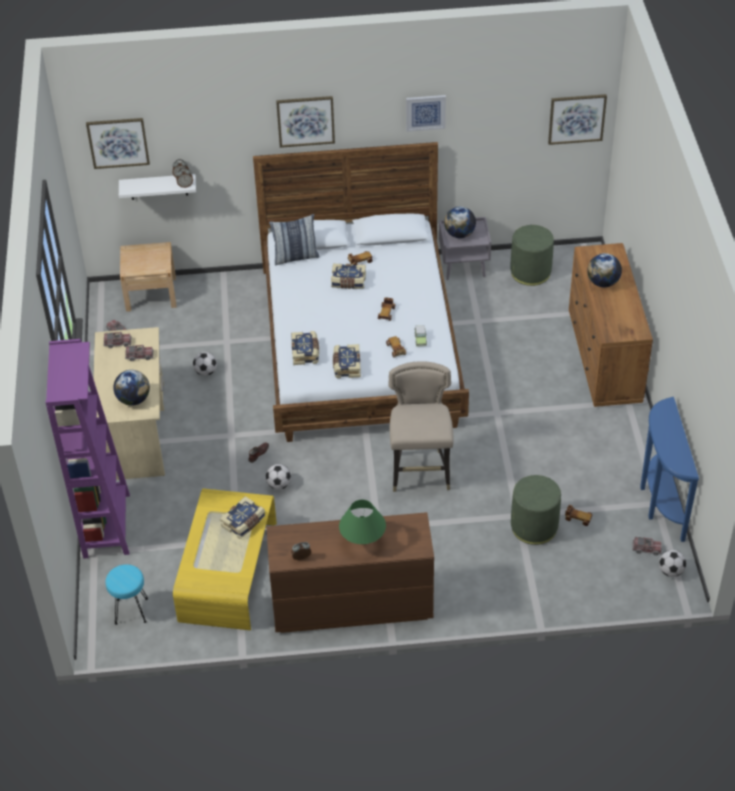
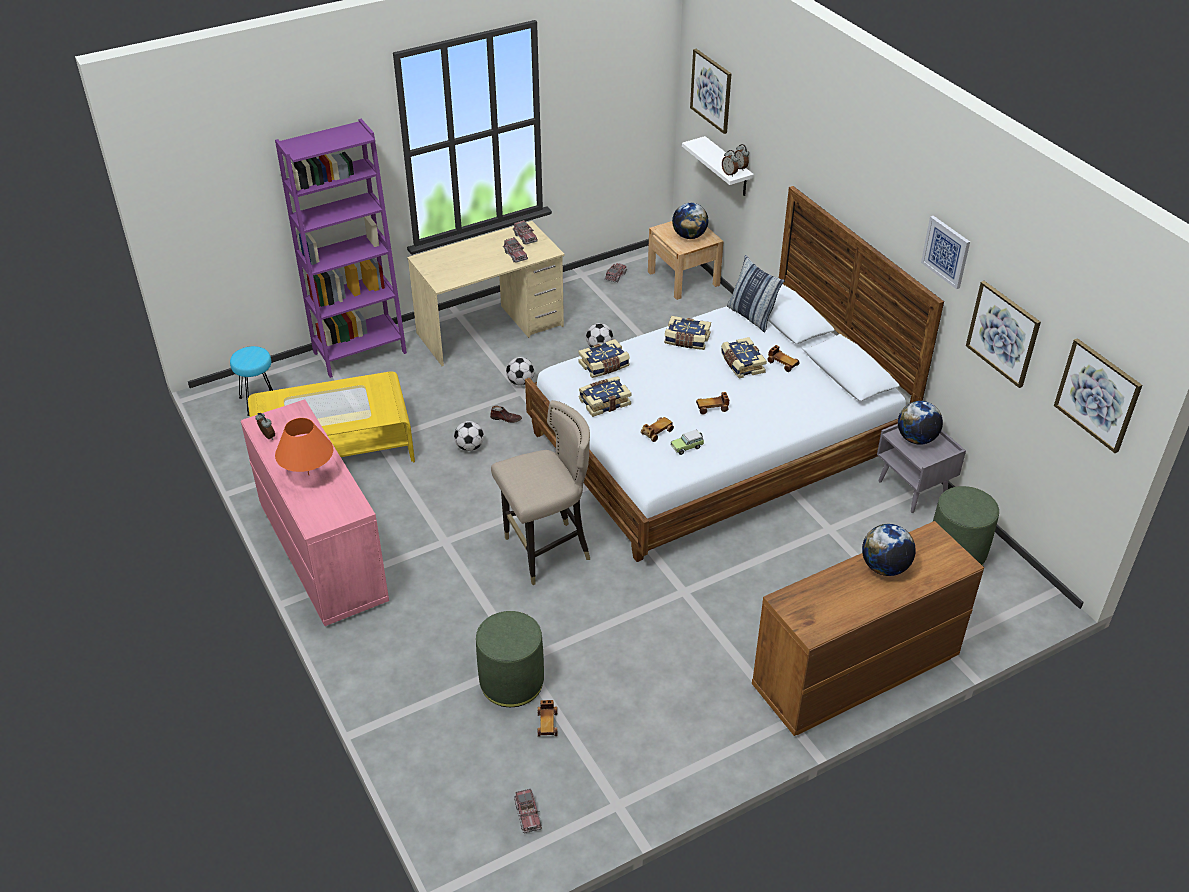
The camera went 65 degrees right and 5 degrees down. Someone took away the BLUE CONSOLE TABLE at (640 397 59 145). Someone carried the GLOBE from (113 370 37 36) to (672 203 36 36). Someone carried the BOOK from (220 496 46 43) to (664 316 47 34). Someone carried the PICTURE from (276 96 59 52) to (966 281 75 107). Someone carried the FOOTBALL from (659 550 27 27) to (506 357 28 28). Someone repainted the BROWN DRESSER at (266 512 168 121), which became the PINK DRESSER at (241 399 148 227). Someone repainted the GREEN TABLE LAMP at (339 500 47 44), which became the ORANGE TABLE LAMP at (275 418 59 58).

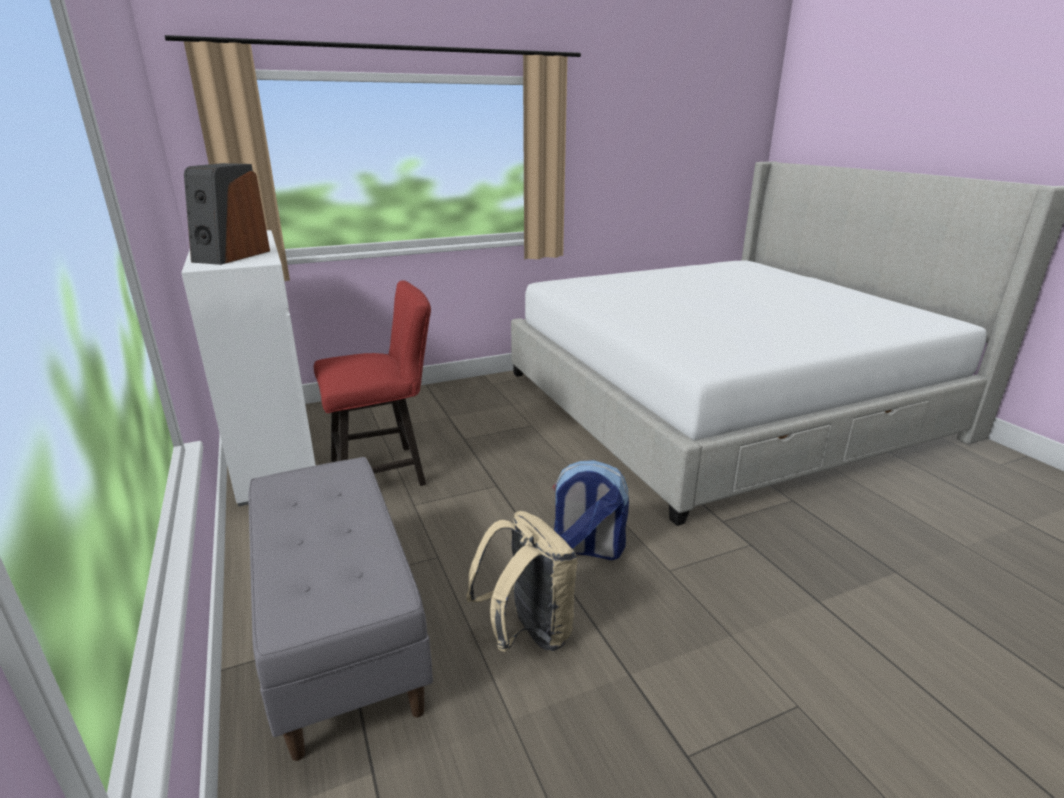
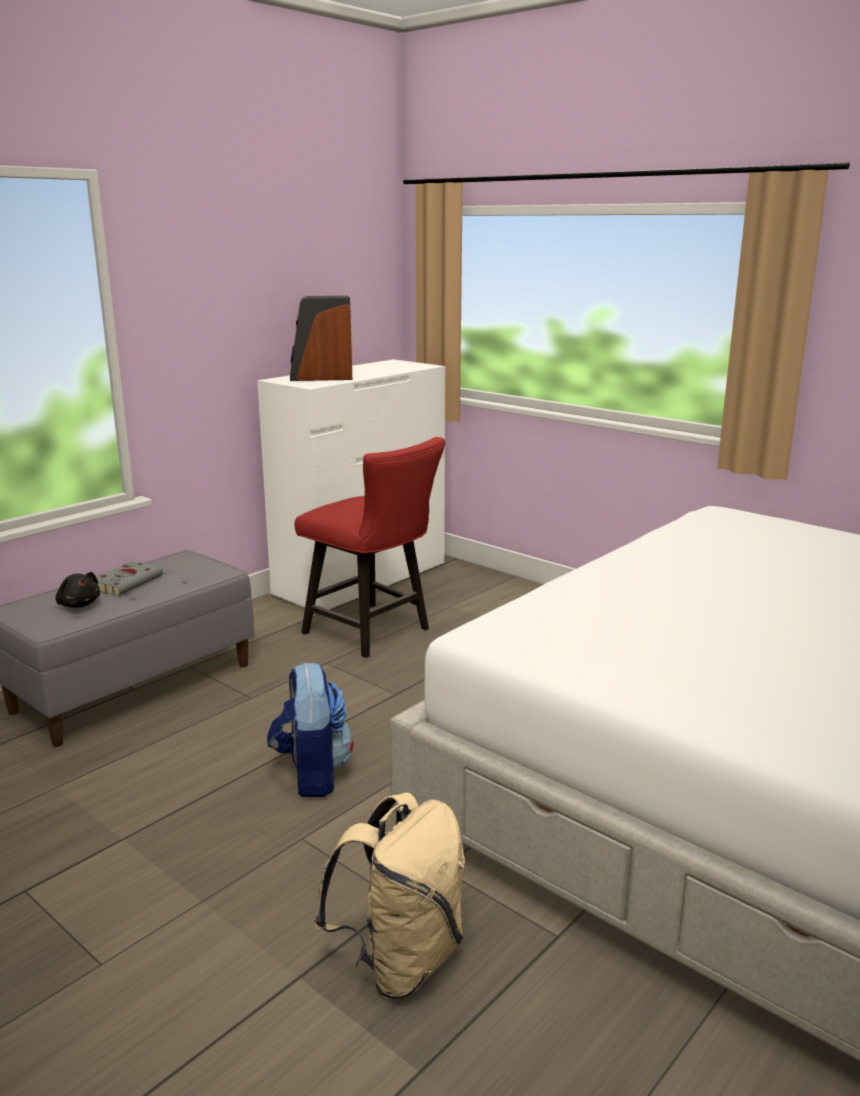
The camera went 65 degrees right and 5 degrees down. Someone put down the BLACK PLUSH TOY at (55 572 45 36). Someone put down the GREY BOOK at (96 561 67 35). Someone carried the BEIGE BACKPACK from (466 511 112 141) to (314 792 151 207).

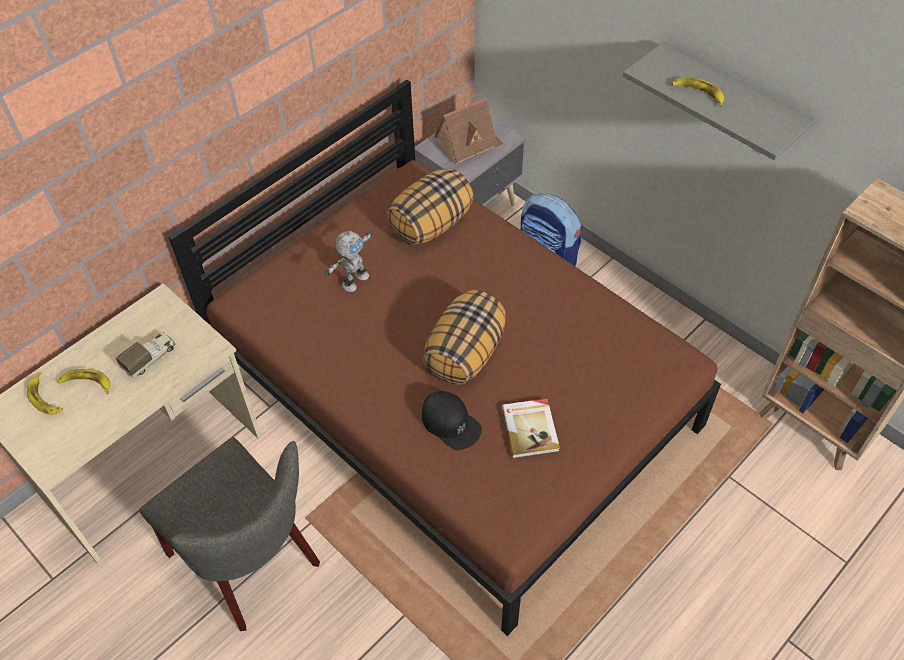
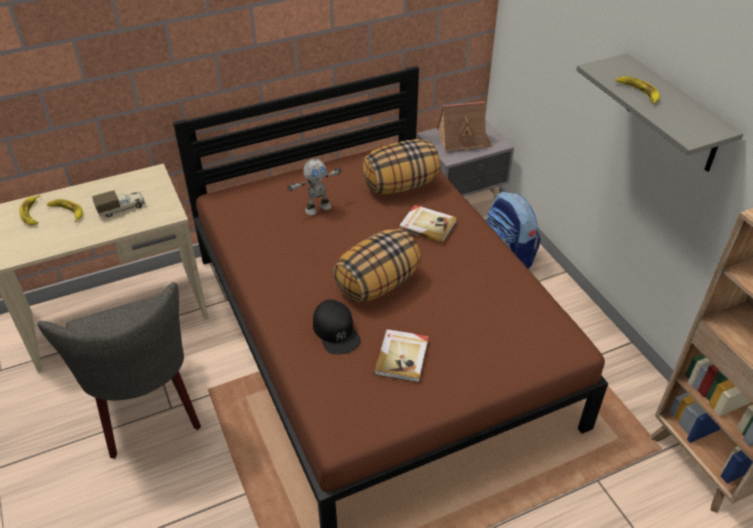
The camera went 20 degrees right and 10 degrees down. Someone put down the BOOK at (399 205 58 38).

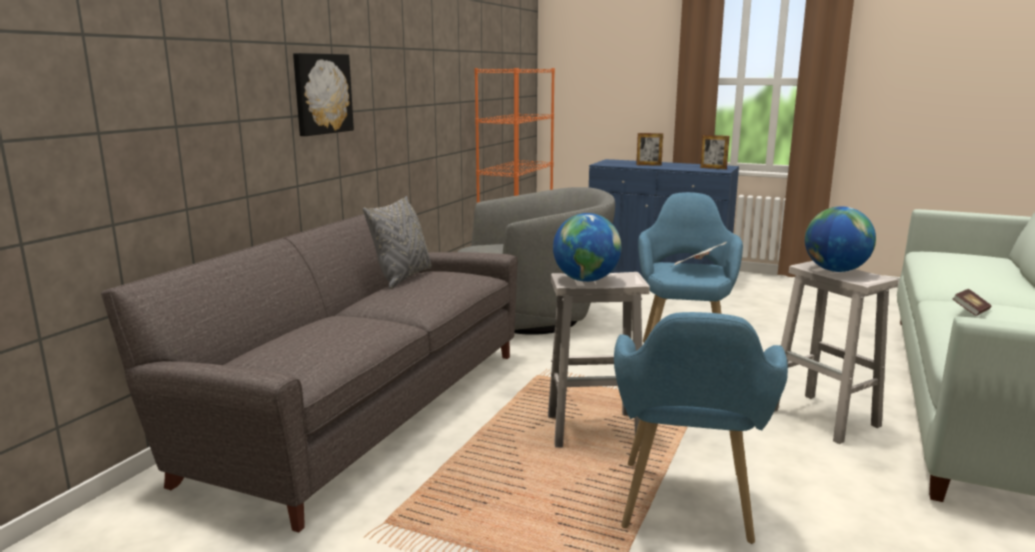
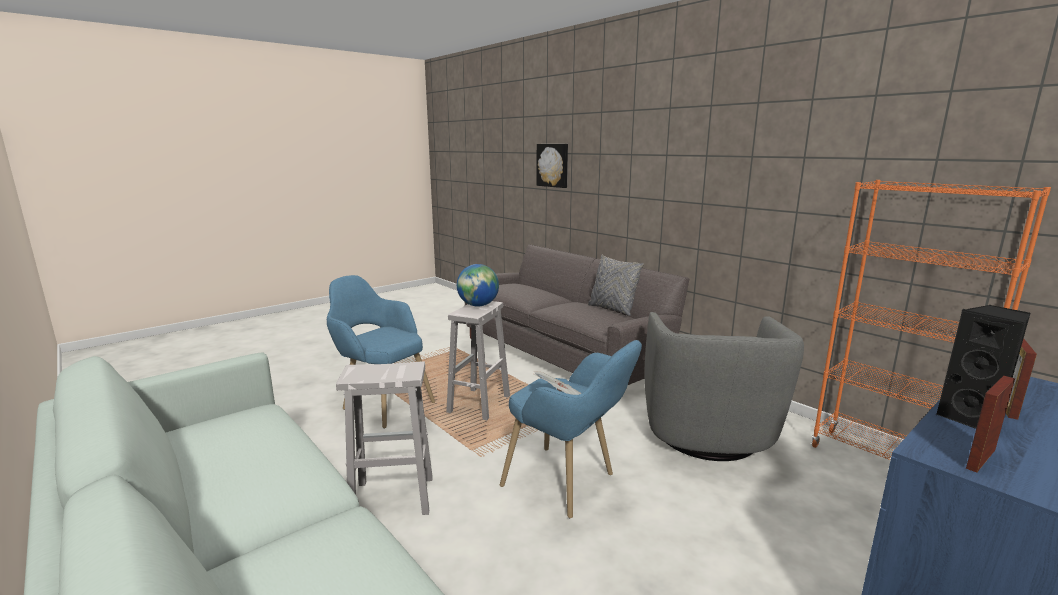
The camera went 115 degrees right and 0 degrees up. Someone took away the GLOBE at (805 206 71 66). Someone took away the BOOK at (952 289 39 27). Someone put down the BLACK SPEAKER at (936 305 94 124). Someone carried the PICTURE from (293 53 61 83) to (536 144 32 44).

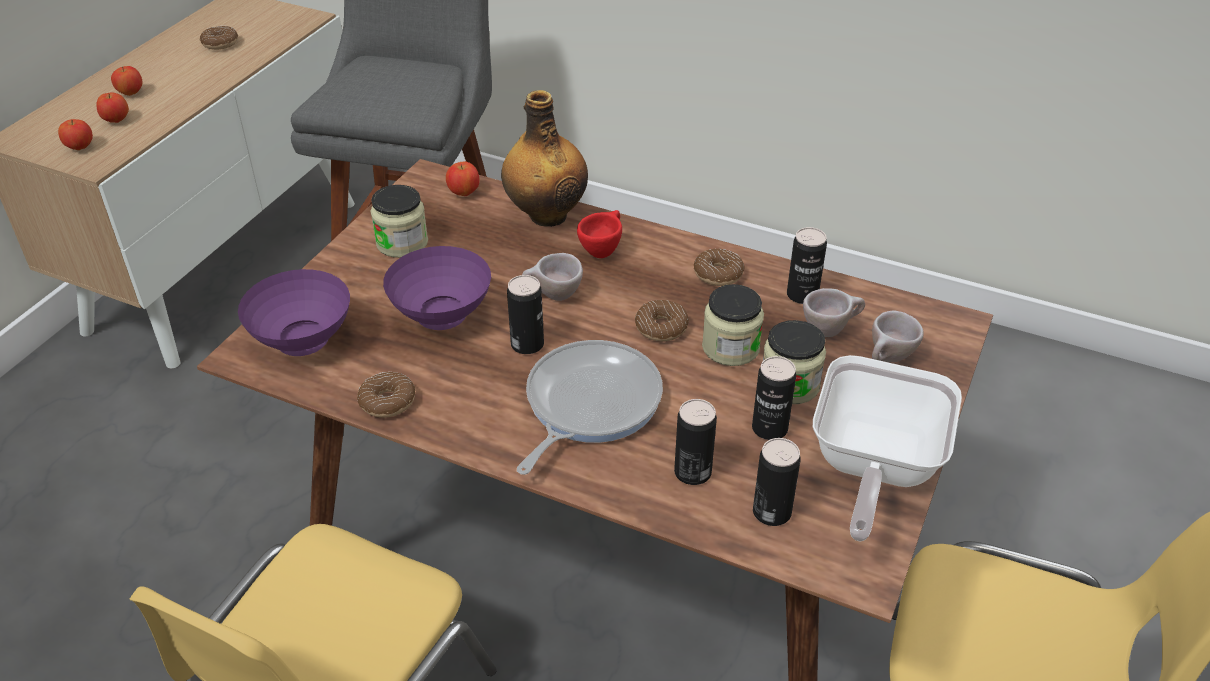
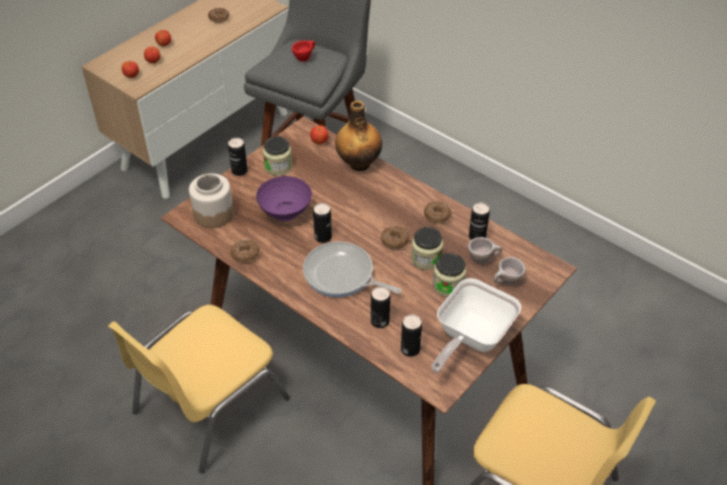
The camera went 15 degrees right and 5 degrees up. Someone took away the BEIGE CUP at (522 253 61 48). Someone carried the RED CUP from (577 210 45 48) to (292 40 23 22). Someone carried the CAN from (752 356 44 84) to (228 138 20 38). Someone swapped the PURPLE BOWL at (238 269 112 87) for the JAR at (189 173 45 55). Someone rotated the FRYING PAN at (517 340 146 135) by 105 degrees counterclockwise.

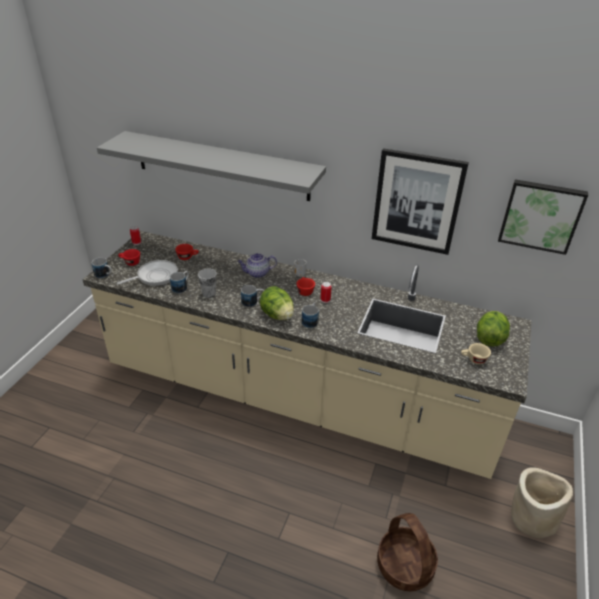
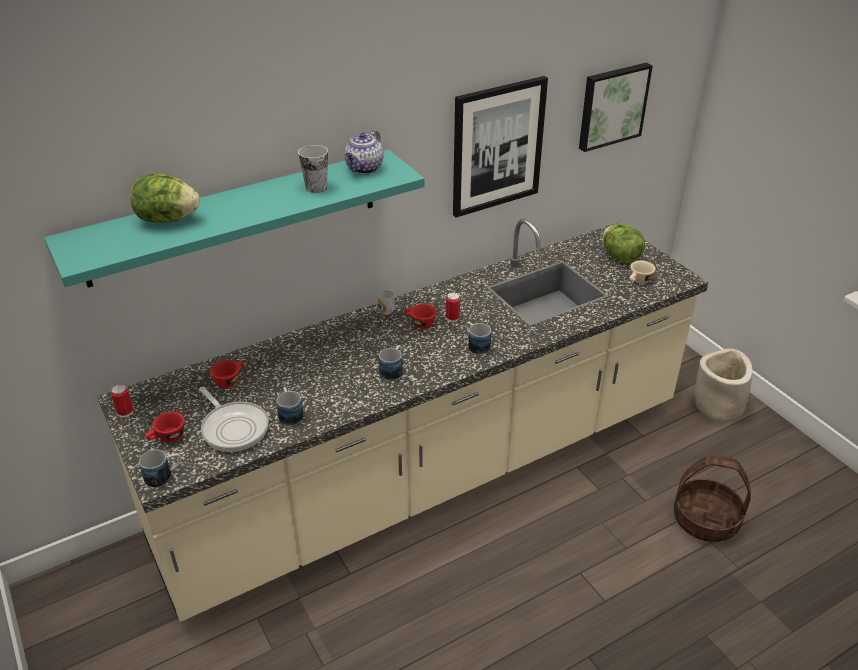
The camera went 50 degrees left and 0 degrees up. Someone carried the CUP from (198 268 19 30) to (298 145 30 48). Someone carried the TEAPOT from (238 253 39 25) to (344 130 40 44). Someone carried the LETTUCE from (260 286 34 34) to (130 174 70 49). Someone repainted the GREY SHELF at (97 131 229 70), which became the TURQUOISE SHELF at (44 150 381 138). Someone rotated the FRYING PAN at (117 260 61 26) by 135 degrees clockwise.

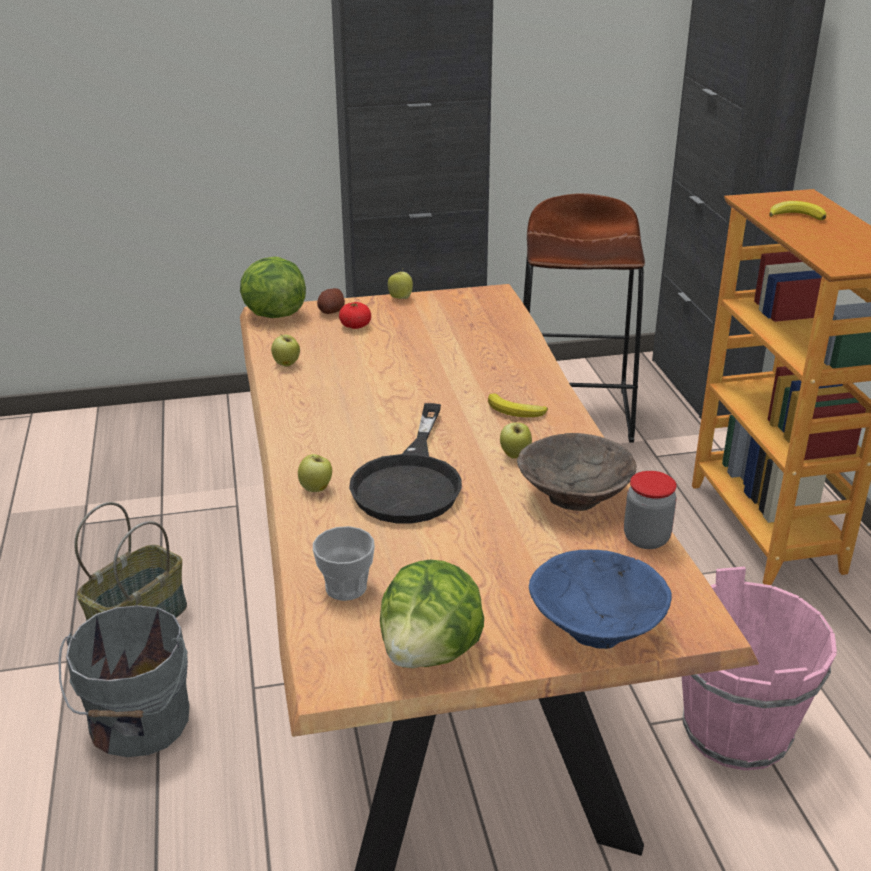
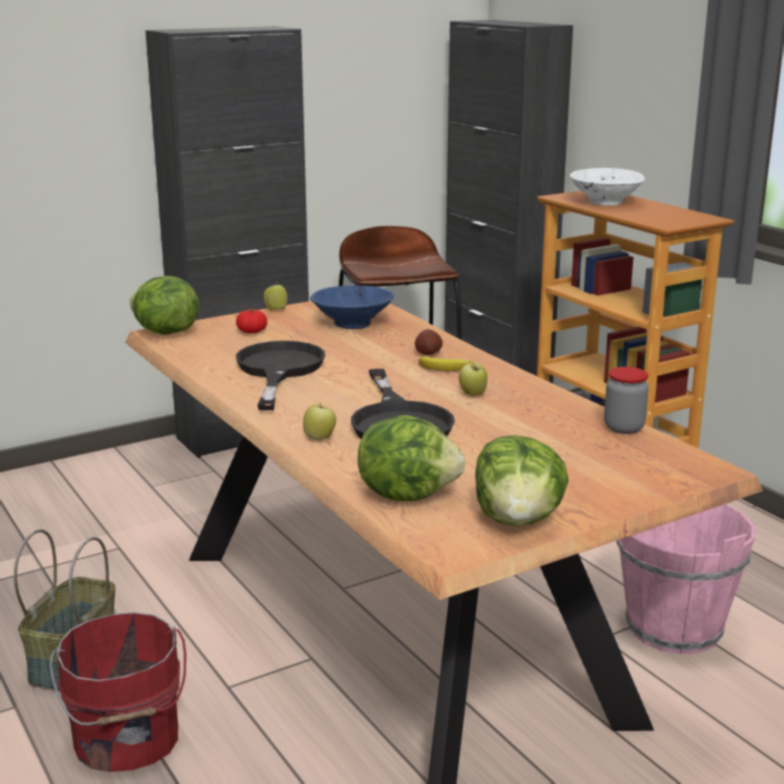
The camera went 20 degrees left and 10 degrees down. Someone took away the APPLE at (271 335 29 32). Someone took away the BROWN BOWL at (517 433 120 78). Someone put down the BLACK FRYING PAN at (236 341 89 70). Someone carried the POTATO from (317 288 28 26) to (415 329 28 26). Someone carried the BLUE BOWL from (529 550 143 99) to (310 285 84 44). Someone swapped the CUP at (313 526 62 75) for the LETTUCE at (358 415 108 86). Someone swapped the BANANA at (769 201 57 19) for the WHITE BOWL at (570 168 75 38). Someone repainted the GREY BUCKET at (58 605 131 152), which became the RED BUCKET at (49 612 137 160).

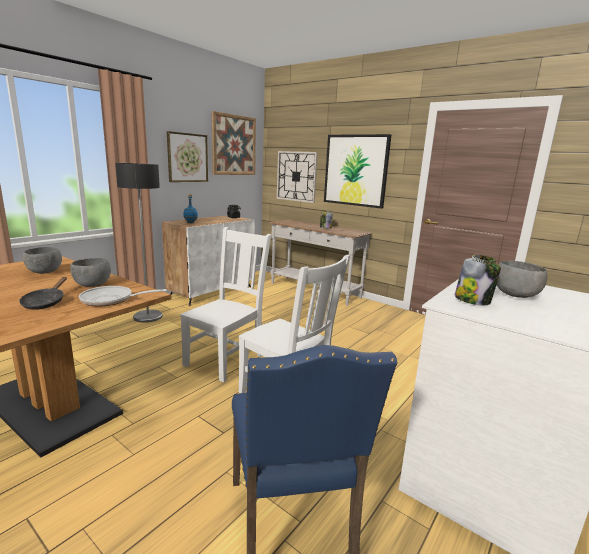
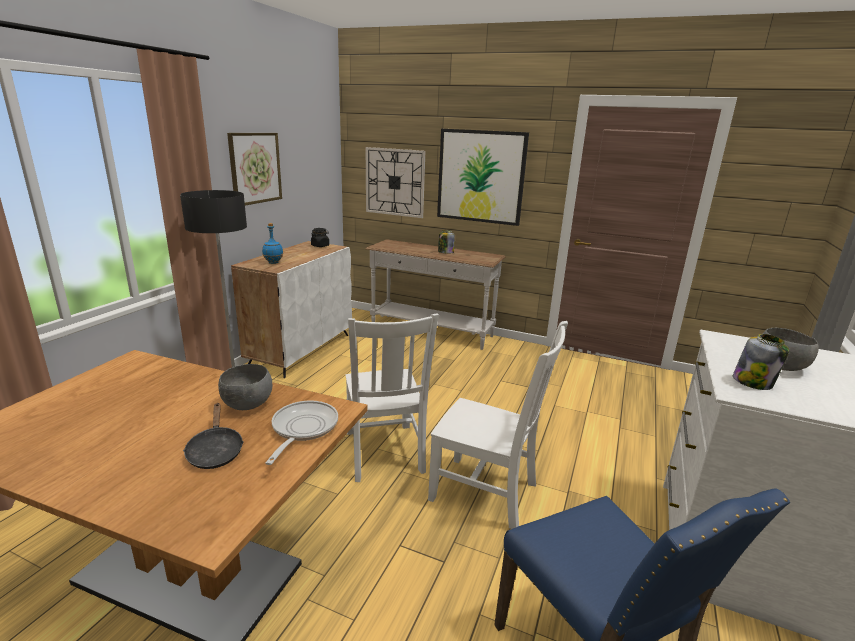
The camera went 15 degrees left and 5 degrees up. Someone took away the GREY BOWL at (23 247 39 27). Someone took away the PICTURE at (212 111 44 64). Someone rotated the FRYING PAN at (79 286 88 21) by 120 degrees clockwise. Someone rotated the WHITE CHAIR at (180 227 91 156) by 150 degrees clockwise.

